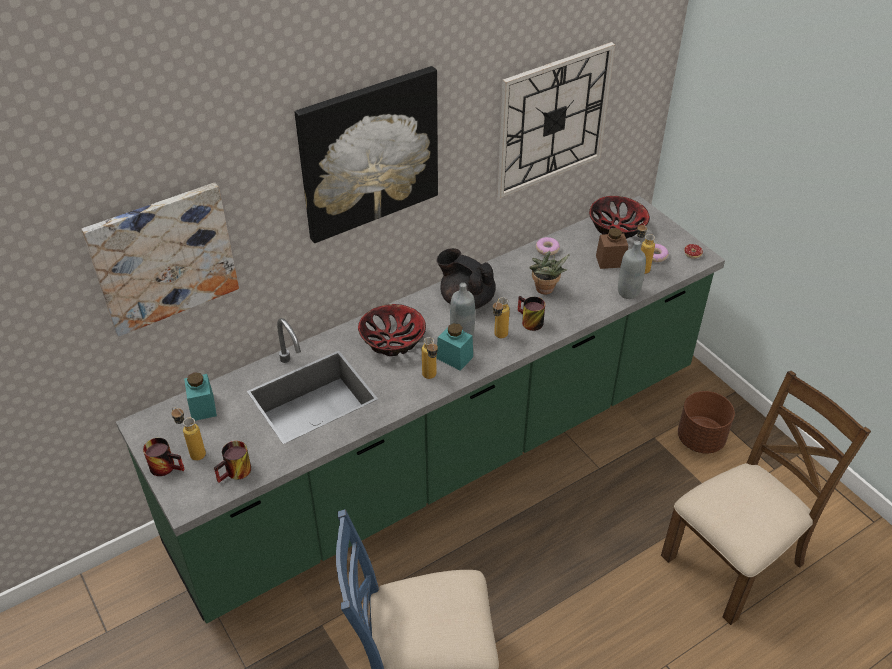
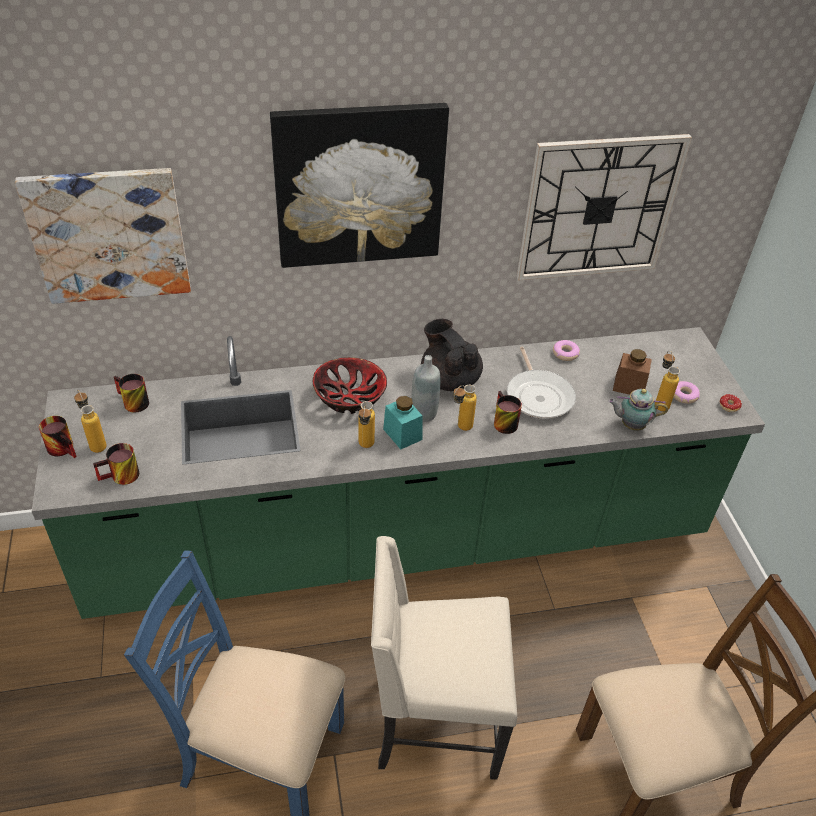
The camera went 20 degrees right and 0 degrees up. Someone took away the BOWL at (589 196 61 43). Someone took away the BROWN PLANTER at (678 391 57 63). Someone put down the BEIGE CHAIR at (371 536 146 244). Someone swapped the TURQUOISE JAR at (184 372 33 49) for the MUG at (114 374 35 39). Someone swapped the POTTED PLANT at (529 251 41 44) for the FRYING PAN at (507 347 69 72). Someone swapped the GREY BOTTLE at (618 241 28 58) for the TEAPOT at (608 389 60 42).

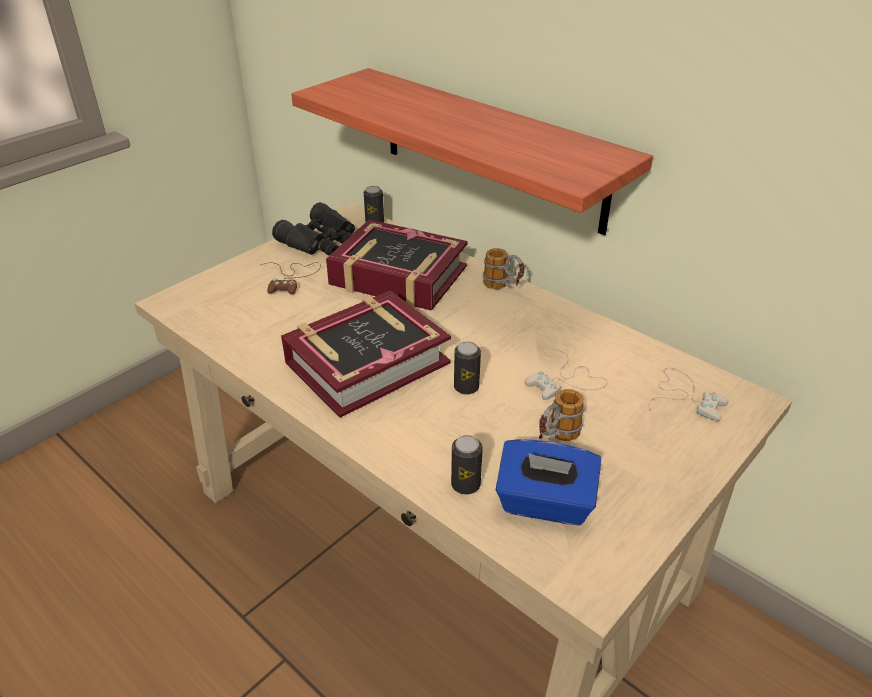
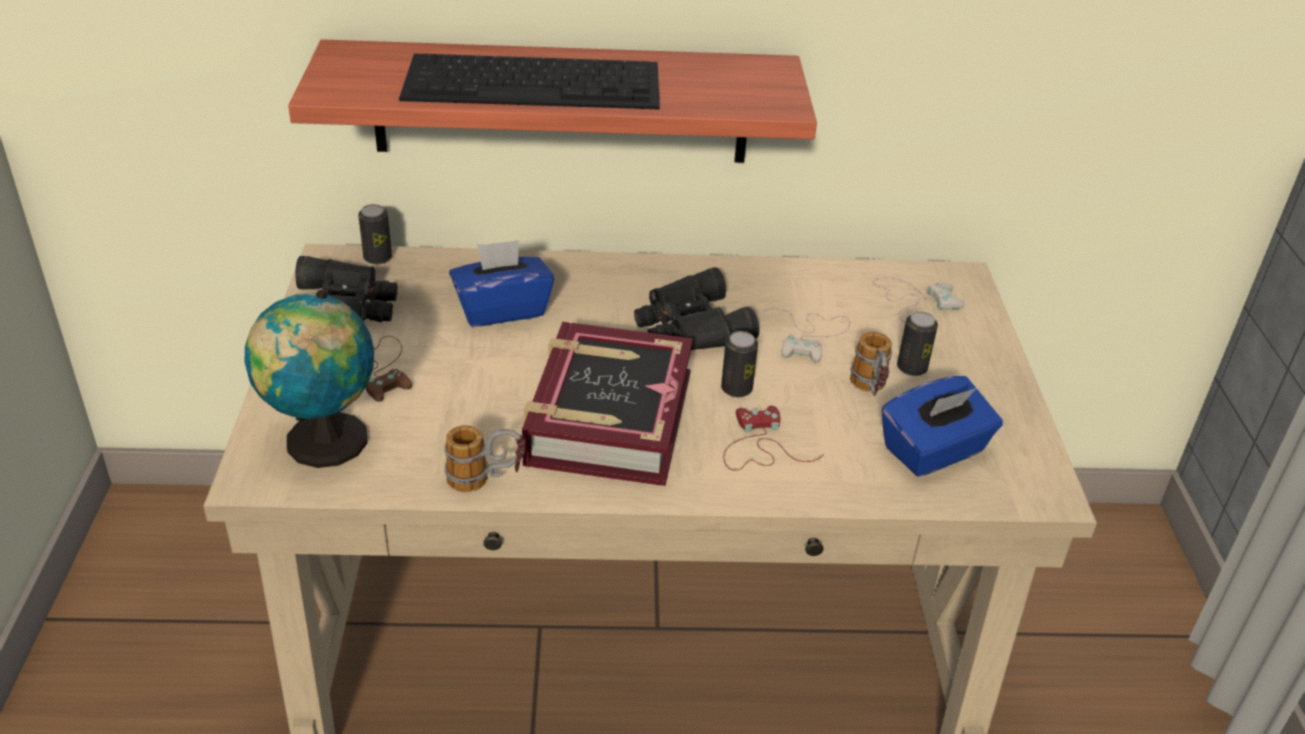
The camera went 45 degrees left and 0 degrees up. Someone put down the GLOBE at (244 290 130 178). Someone put down the KEYBOARD at (399 54 261 55). Someone put down the BLACK BINOCULARS at (634 267 125 83). Someone put down the RED GAME CONTROLLER at (723 406 100 65). Someone carried the CAN from (451 435 32 59) to (897 312 41 64). Someone carried the MUG from (483 248 42 41) to (444 425 82 67). Someone swapped the BOOK at (326 220 142 91) for the BLUE TISSUE BOX at (449 240 105 87).

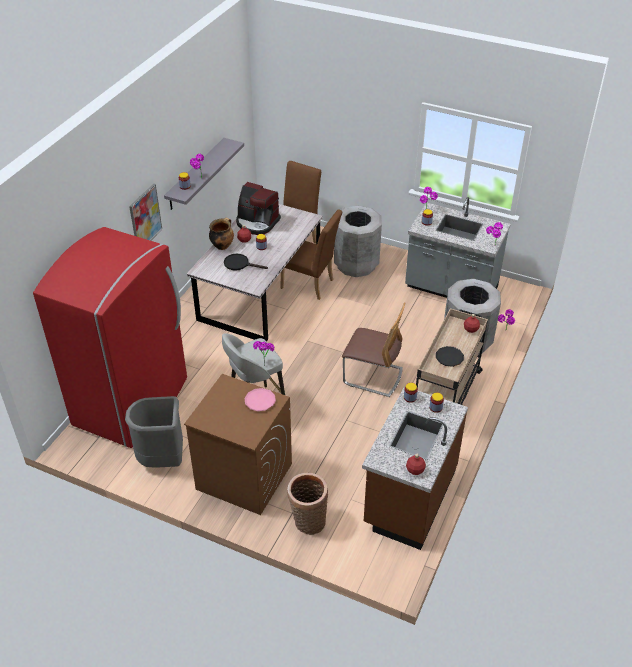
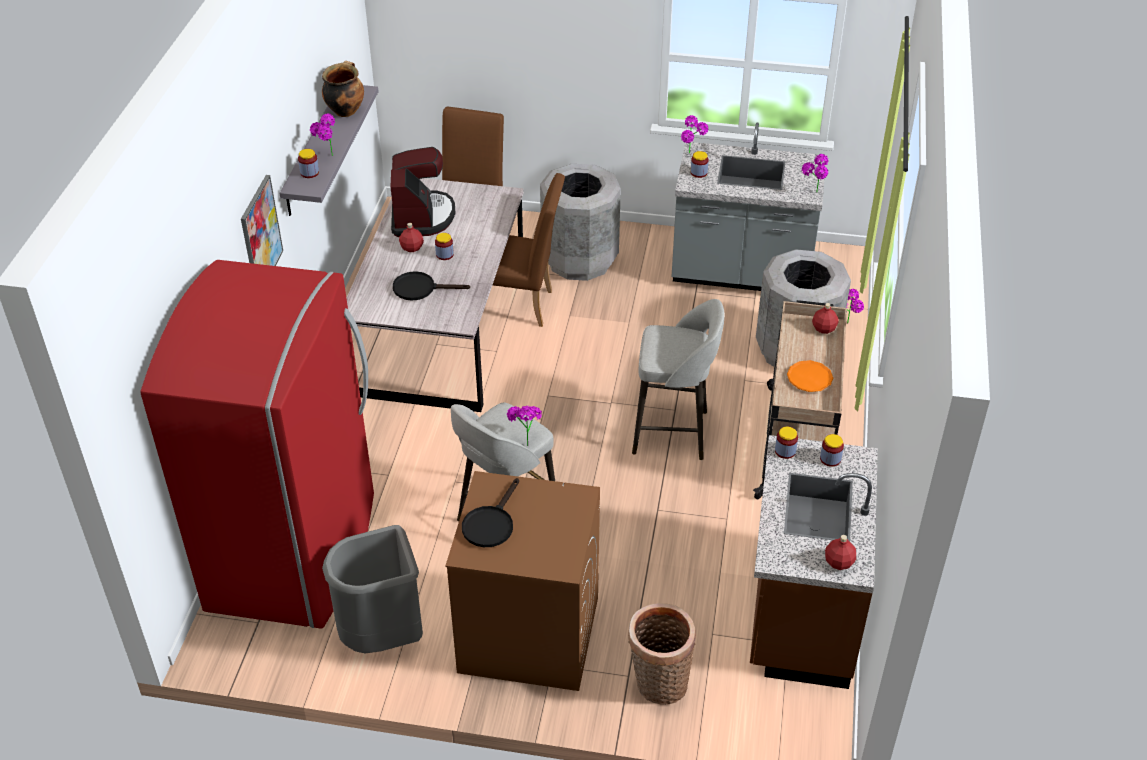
The camera went 15 degrees left and 0 degrees up. Someone took away the PINK PLATE at (245 388 31 24). Someone put down the BLACK FRYING PAN at (462 478 57 69). Someone carried the COOKING POT from (209 217 25 33) to (322 61 42 56). Someone swapped the CHAIR at (342 302 63 95) for the GREY STOOL at (632 299 92 161). Someone repainted the BLACK PLATE at (436 346 28 21), which became the ORANGE PLATE at (787 360 46 32). Someone rotated the COFFEE MACHINE at (236 182 45 53) by 105 degrees counterclockwise.

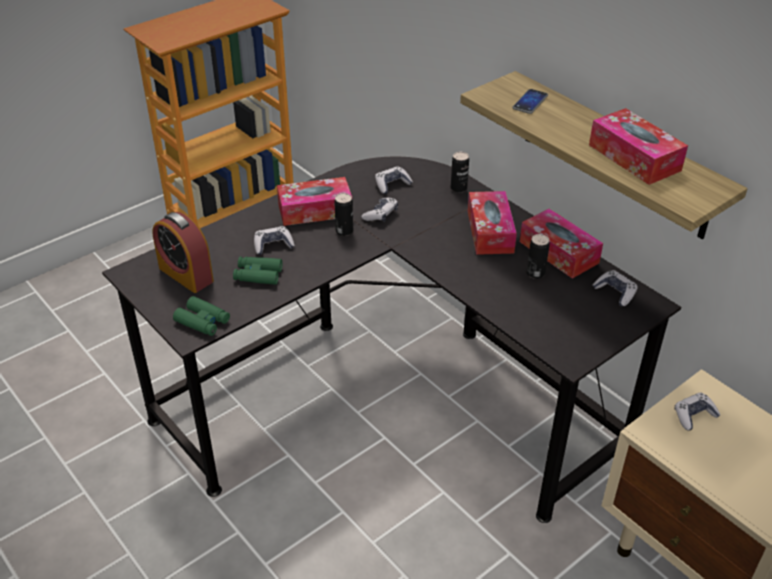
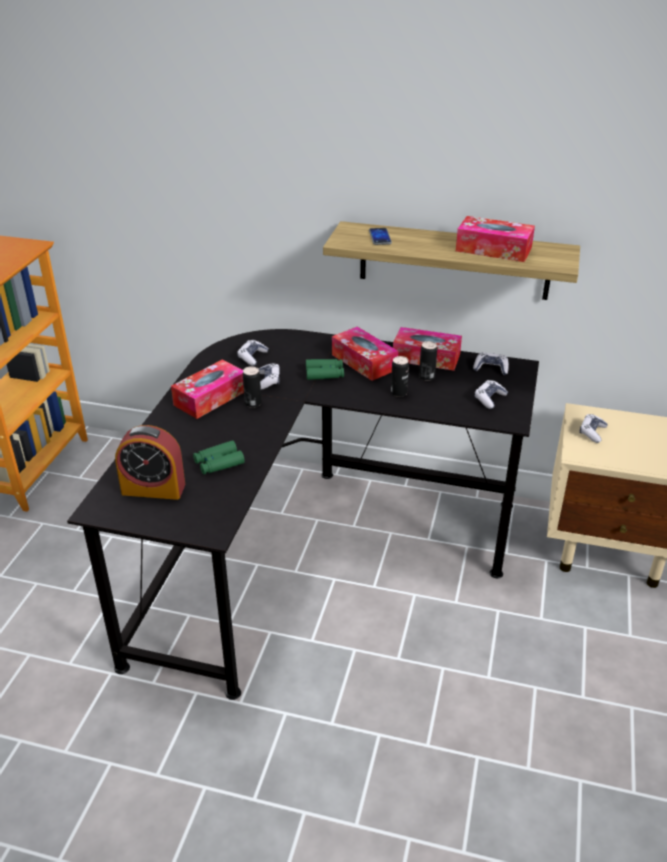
The camera went 35 degrees left and 5 degrees down. Someone carried the GREEN BINOCULARS from (173 296 57 40) to (306 359 38 21). Someone carried the GAME CONTROLLER from (254 226 41 29) to (474 380 34 29). Someone carried the CAN from (451 152 18 41) to (391 356 18 41).

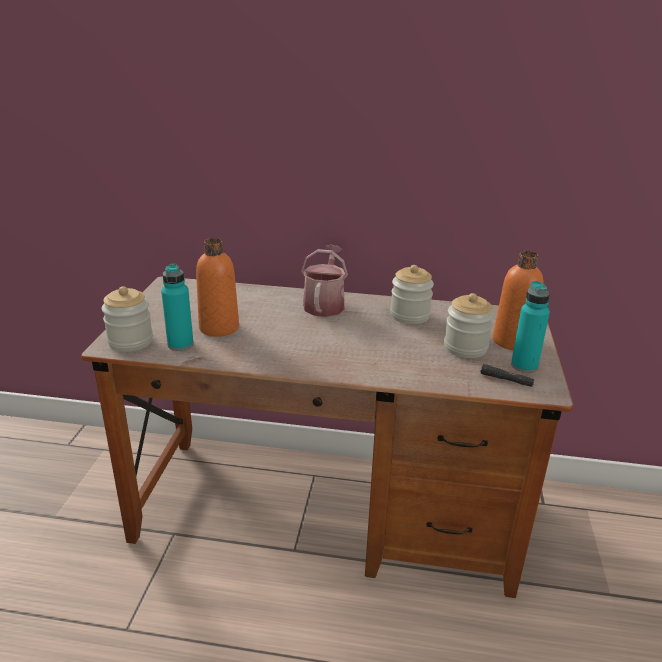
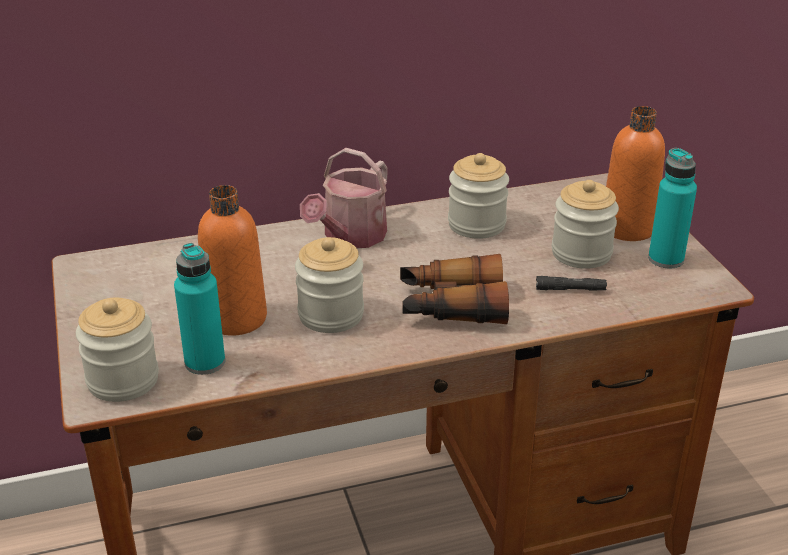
The camera went 25 degrees left and 5 degrees up. Someone put down the JAR at (295 237 69 96). Someone put down the BINOCULARS at (400 254 109 70). Someone carried the BLACK FLASHLIGHT from (481 364 53 23) to (536 276 71 15). Someone rotated the WATERING CAN at (301 245 47 72) by 135 degrees counterclockwise.

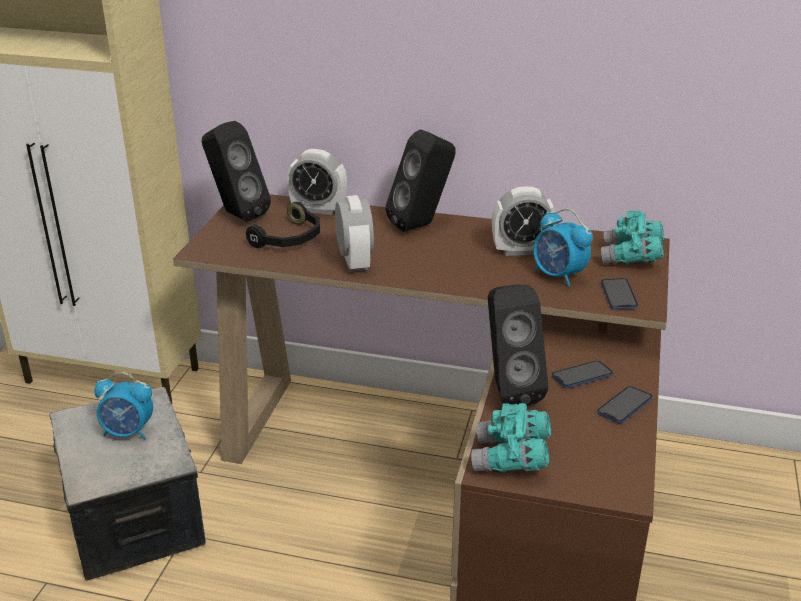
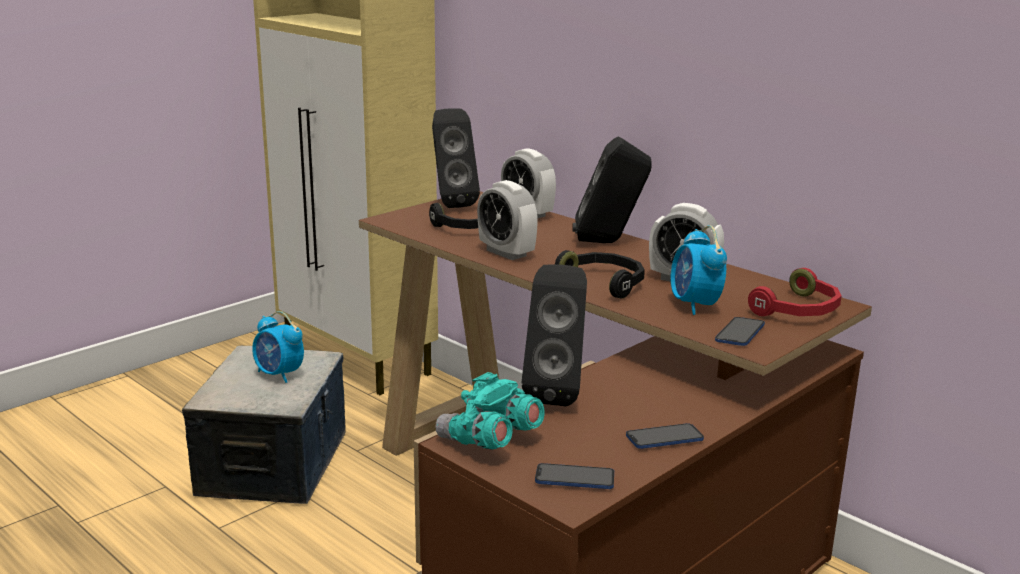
The camera went 30 degrees right and 10 degrees down. Someone put down the BLACK HEADPHONES at (555 250 90 48). Someone carried the PHONE from (552 361 61 27) to (535 463 79 26). Someone swapped the TURQUOISE BINOCULARS at (601 210 63 54) for the RED HEADPHONES at (748 268 94 48). Someone rotated the ALARM CLOCK at (335 195 39 77) by 120 degrees clockwise.

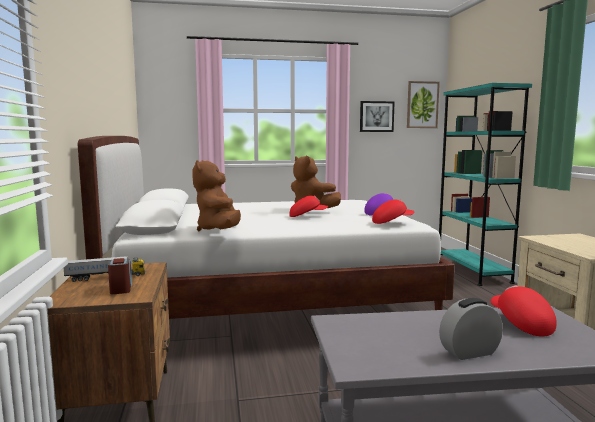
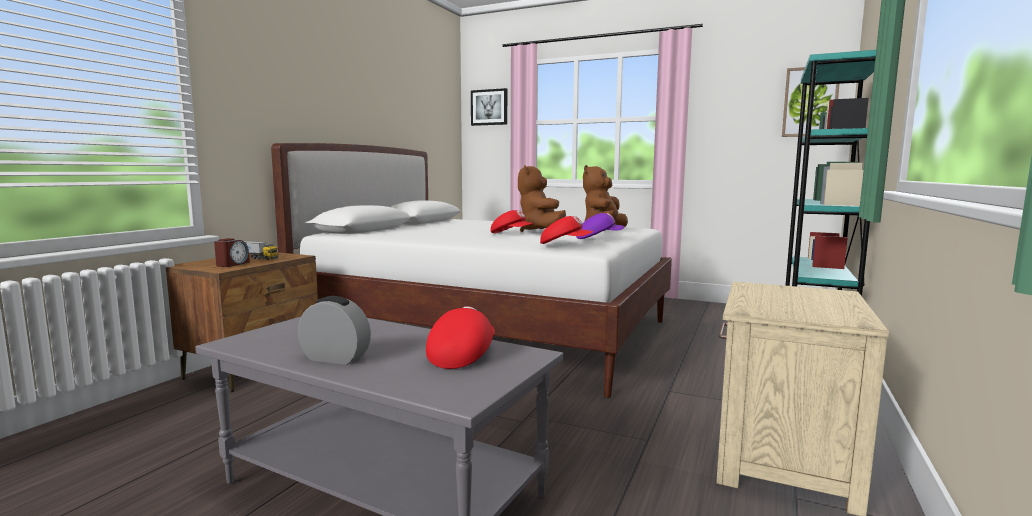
The camera went 35 degrees right and 0 degrees up. Someone carried the BROWN PLUSH TOY from (192 160 49 71) to (583 165 45 62). Someone carried the PICTURE from (360 101 35 31) to (471 88 36 38).

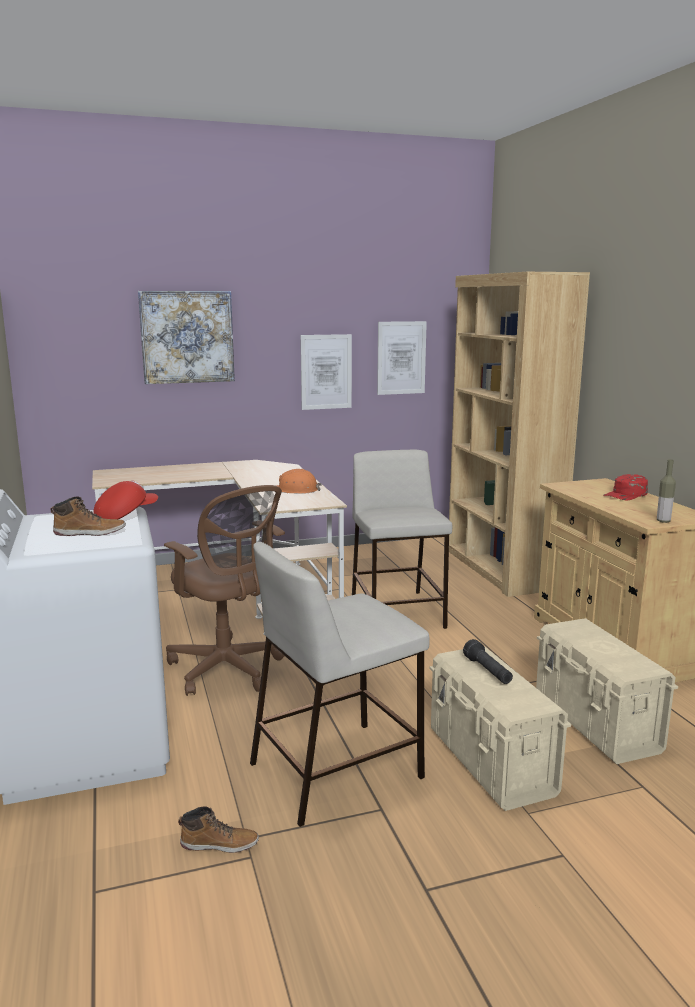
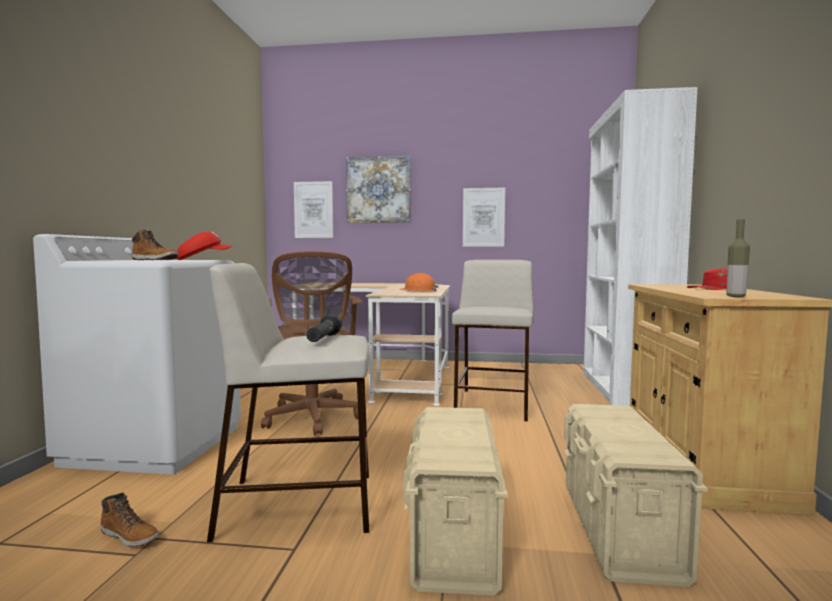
The camera went 25 degrees right and 10 degrees down. Someone carried the PICTURE from (377 321 50 74) to (294 181 39 57). Someone carried the BLACK FLASHLIGHT from (463 639 50 45) to (306 314 36 28). Someone repainted the BROWN BOOKCASE at (449 272 141 325), which became the WHITE BOOKCASE at (583 87 115 319).

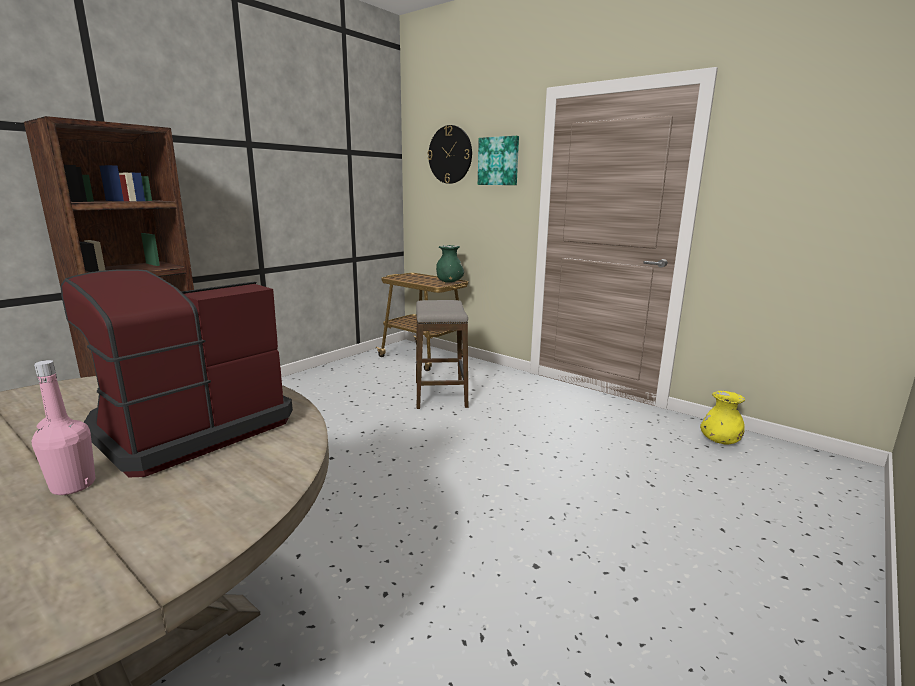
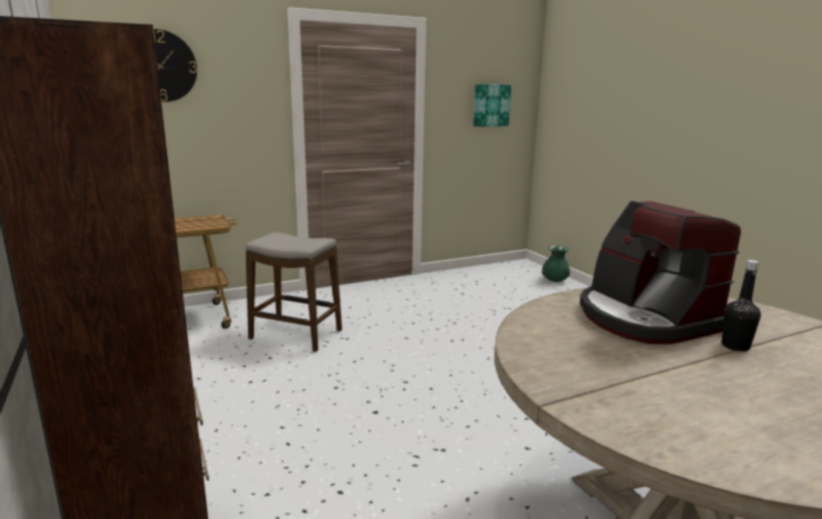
The camera went 65 degrees left and 0 degrees up. Someone took away the YELLOW VASE at (700 391 45 53). Someone carried the GREEN VASE from (436 245 28 38) to (542 246 28 36). Someone carried the PICTURE from (478 136 41 49) to (473 84 38 43). Someone repainted the PINK BOTTLE at (32 360 63 135), which became the BLACK BOTTLE at (722 260 39 91).

